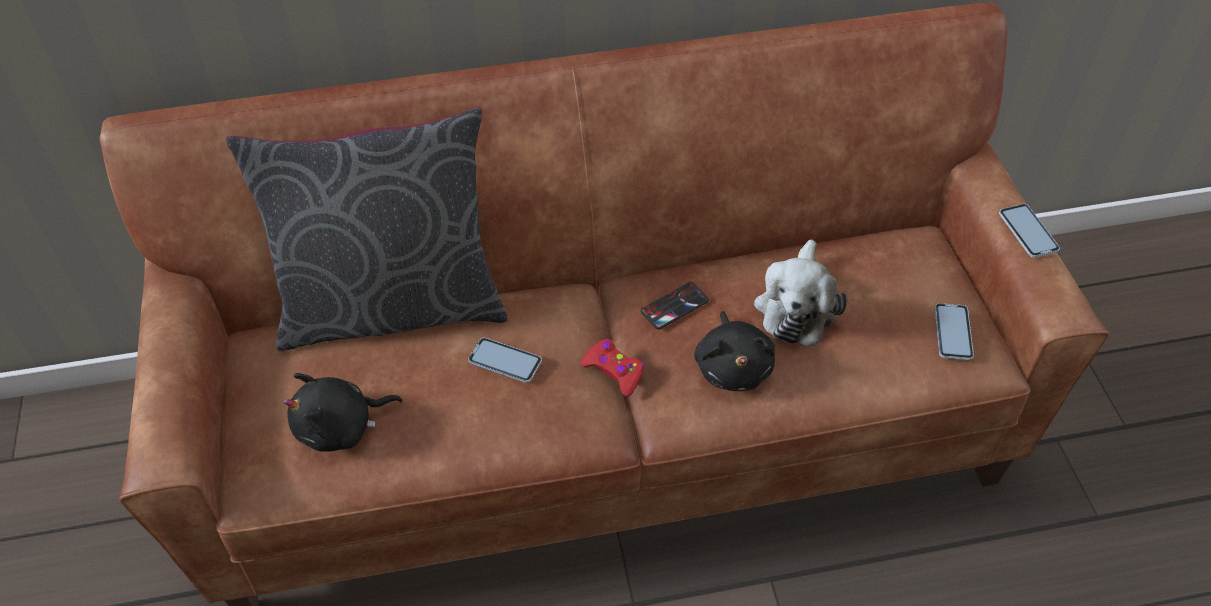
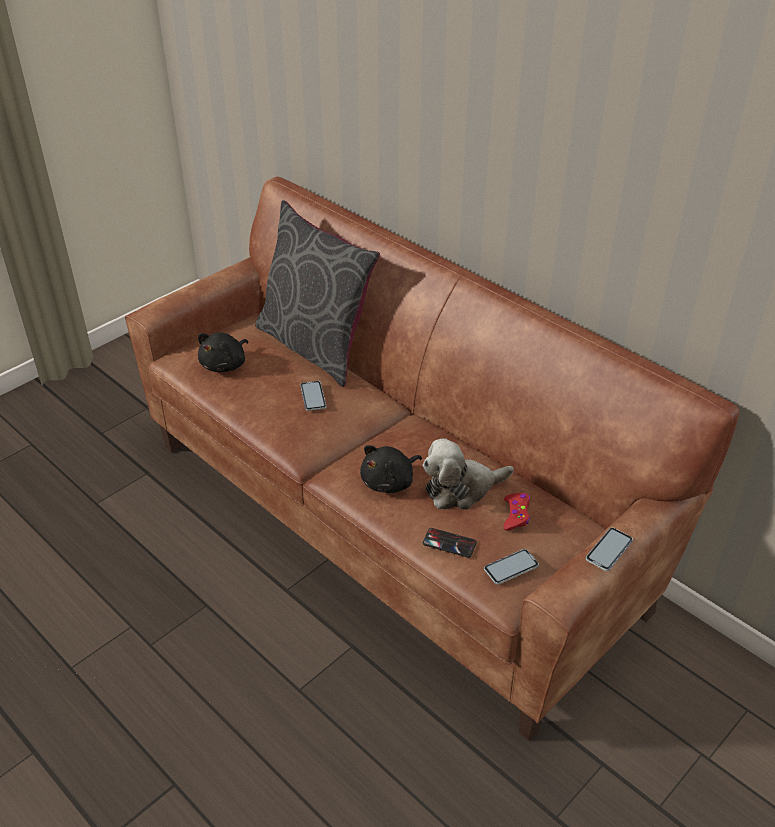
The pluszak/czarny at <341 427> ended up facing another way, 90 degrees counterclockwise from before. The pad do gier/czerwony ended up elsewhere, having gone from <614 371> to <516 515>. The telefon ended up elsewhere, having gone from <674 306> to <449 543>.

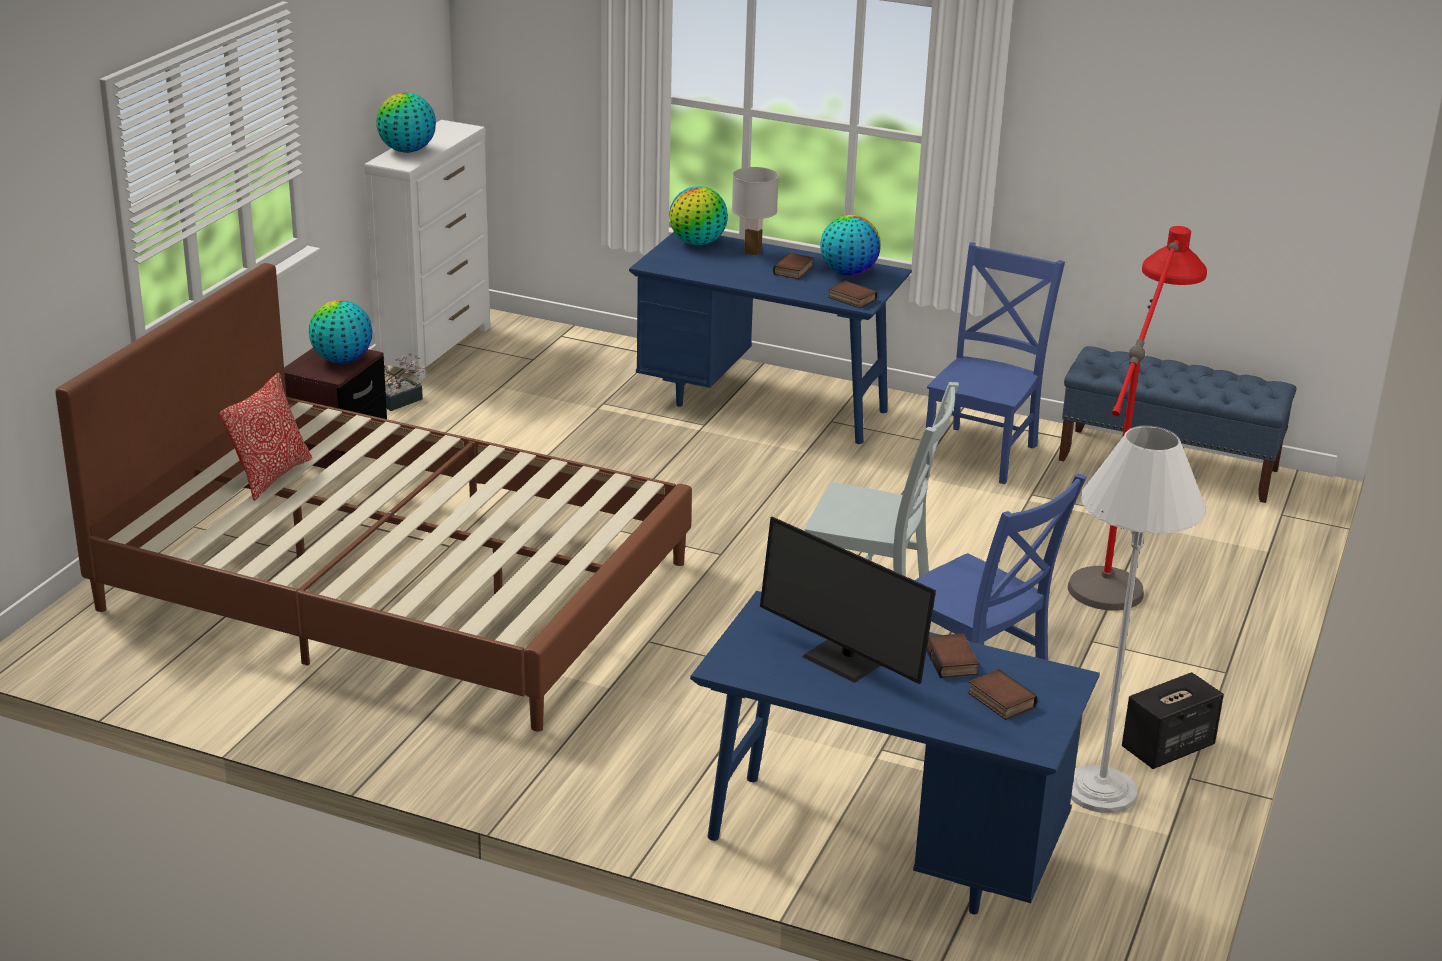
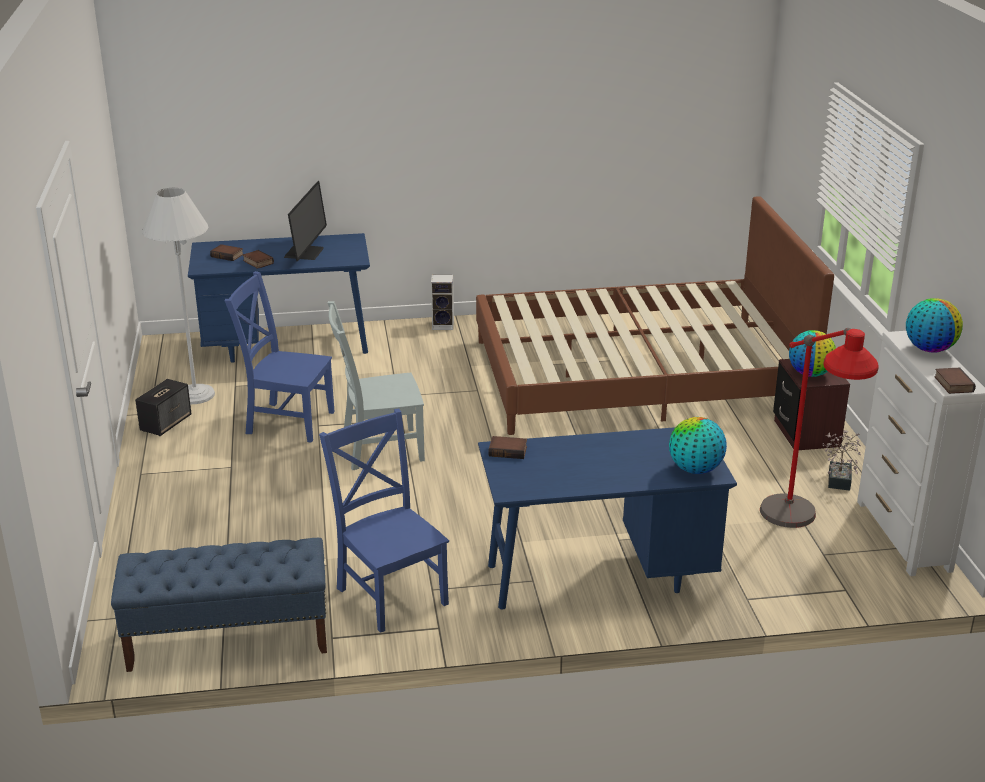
The second view lost the poduszka at <271 476>. The second view lost the lampa stołowa/biały at <752 252>. The monitor at <846 657> ended up facing another way, 90 degrees clockwise from before. The książka ended up elsewhere, having gone from <794 271> to <952 384>. The second view lost the globus at <848 273>. The krzesło/niebieski at <982 452> ended up facing another way, 150 degrees clockwise from before. The lampa stojąca/czerwony ended up elsewhere, having gone from <1118 565> to <800 534>. The second view gained the głośnik at <444 325>.

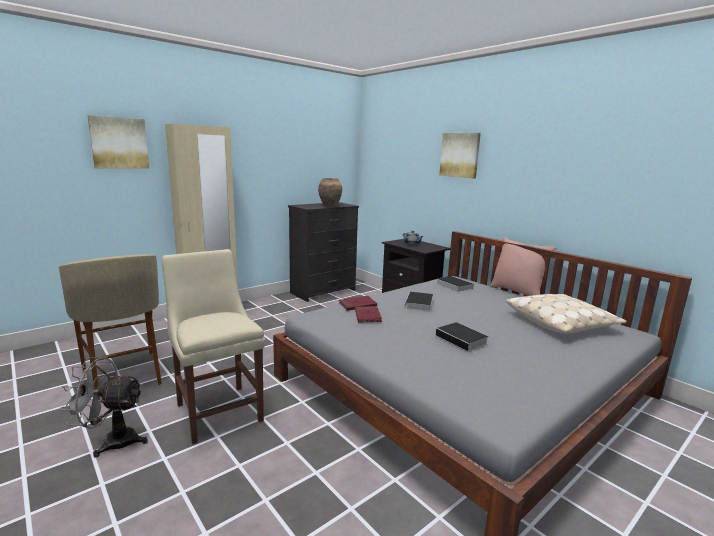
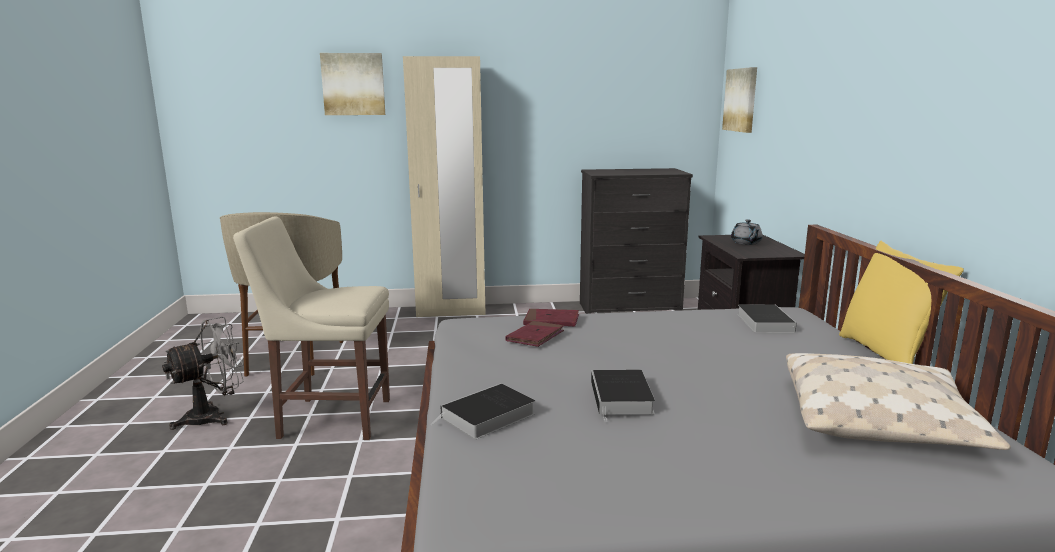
The wentylator/szary at <112 441> ended up facing another way, 105 degrees clockwise from before. The krzesło/beżowy at <218 410> ended up facing another way, 90 degrees counterclockwise from before. The second view lost the wazon/brązowy at <330 206>. The książka ended up elsewhere, having gone from <419 304> to <486 417>. The obraz ended up elsewhere, having gone from <460 155> to <741 100>. What was the poduszka/różowy at <517 292> turned into the poduszka/żółty at <885 354>.

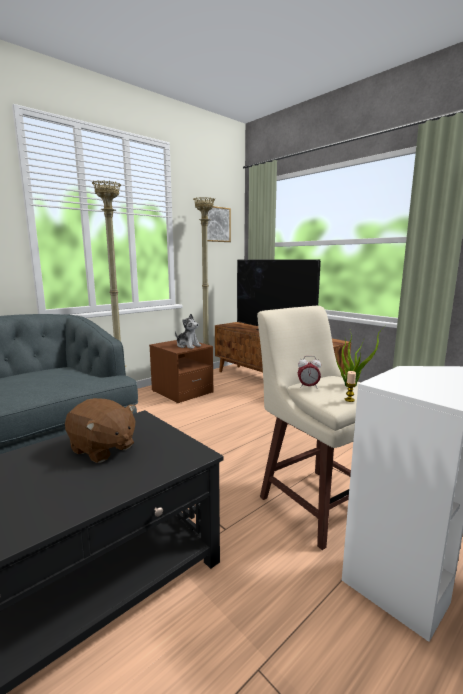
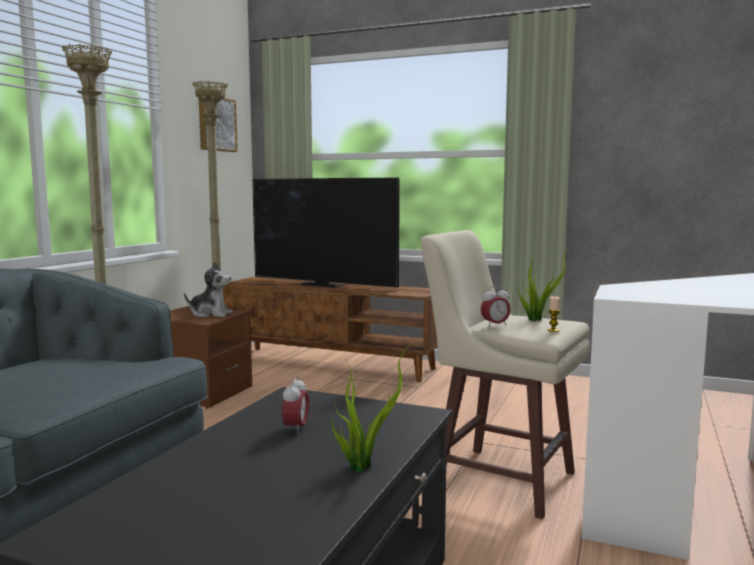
Where the pluszak/brązowy stood at <102 449>, the budzik came to stand at <296 429>. The second view gained the roślina doniczkowa at <362 465>.

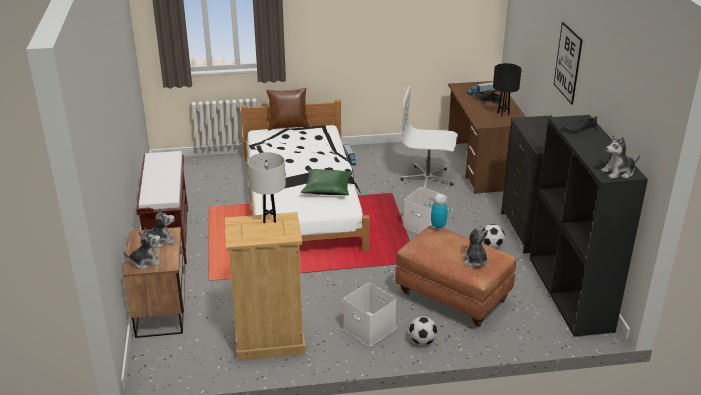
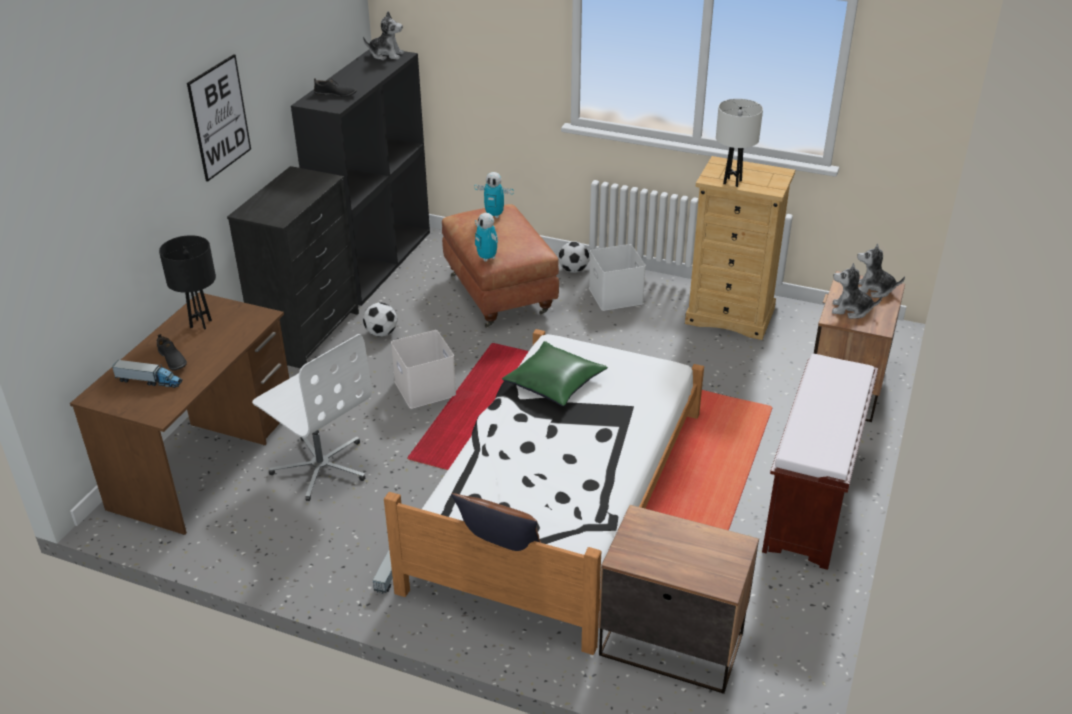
Where the pluszak stood at <475 261>, the robot zabawkowy came to stand at <494 215>. The second view gained the szafka nocna at <670 642>.

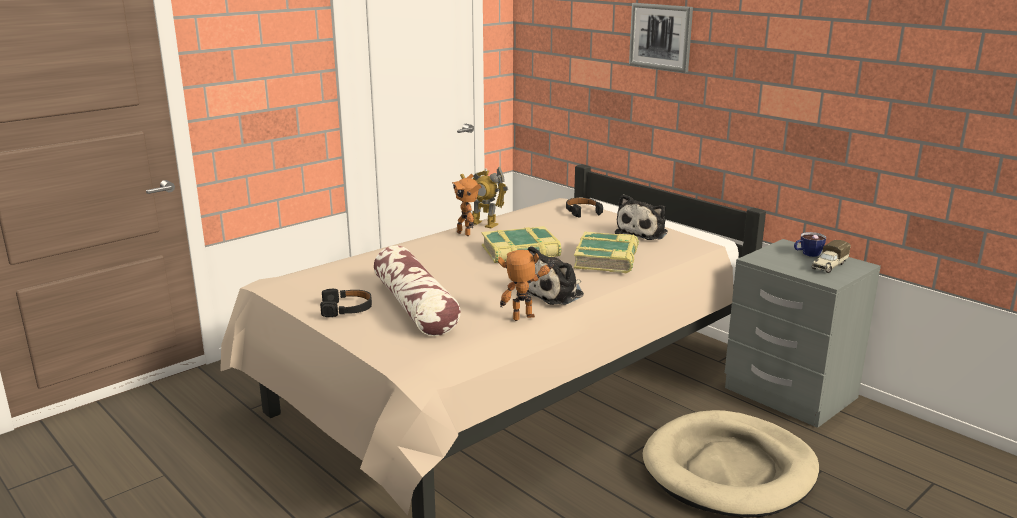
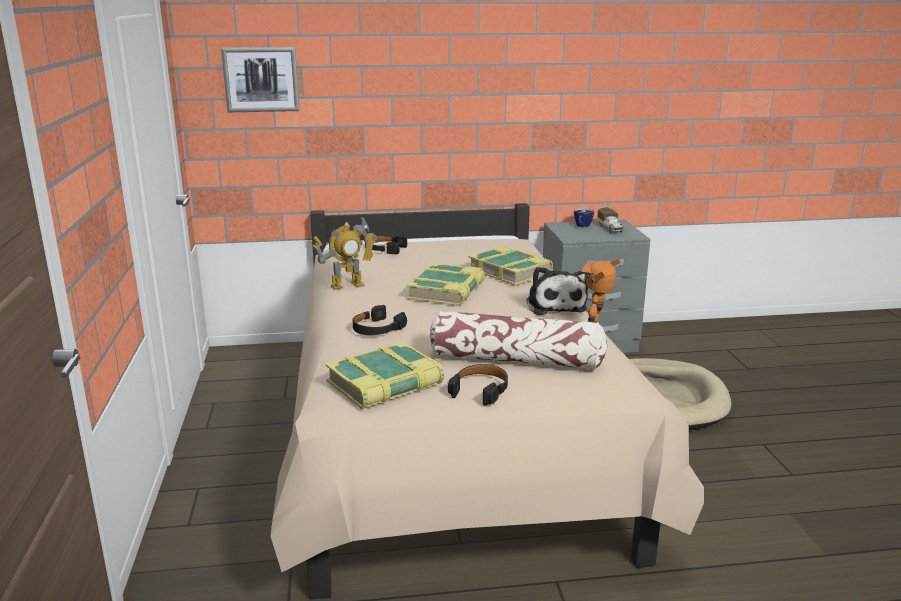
The second view lost the robot zabawkowy at <465 233>. The second view lost the pluszak at <643 232>. The obraz ended up elsewhere, having gone from <661 36> to <261 79>. The second view gained the książka at <385 384>. The second view gained the słuchawki/czarny at <377 329>.

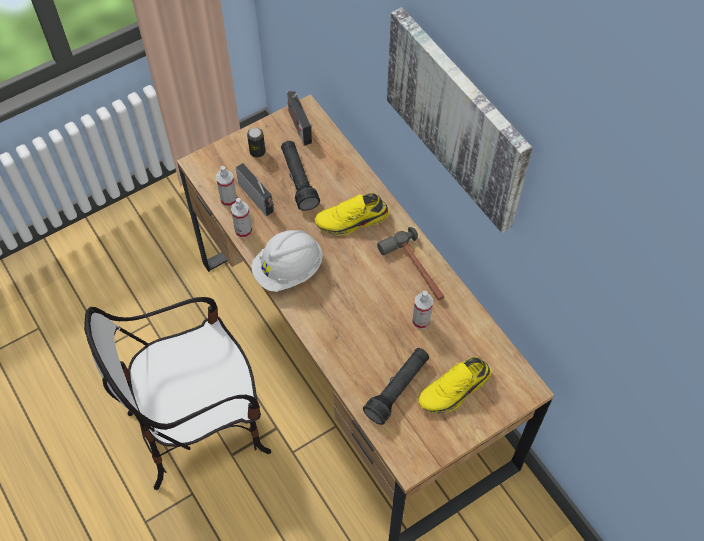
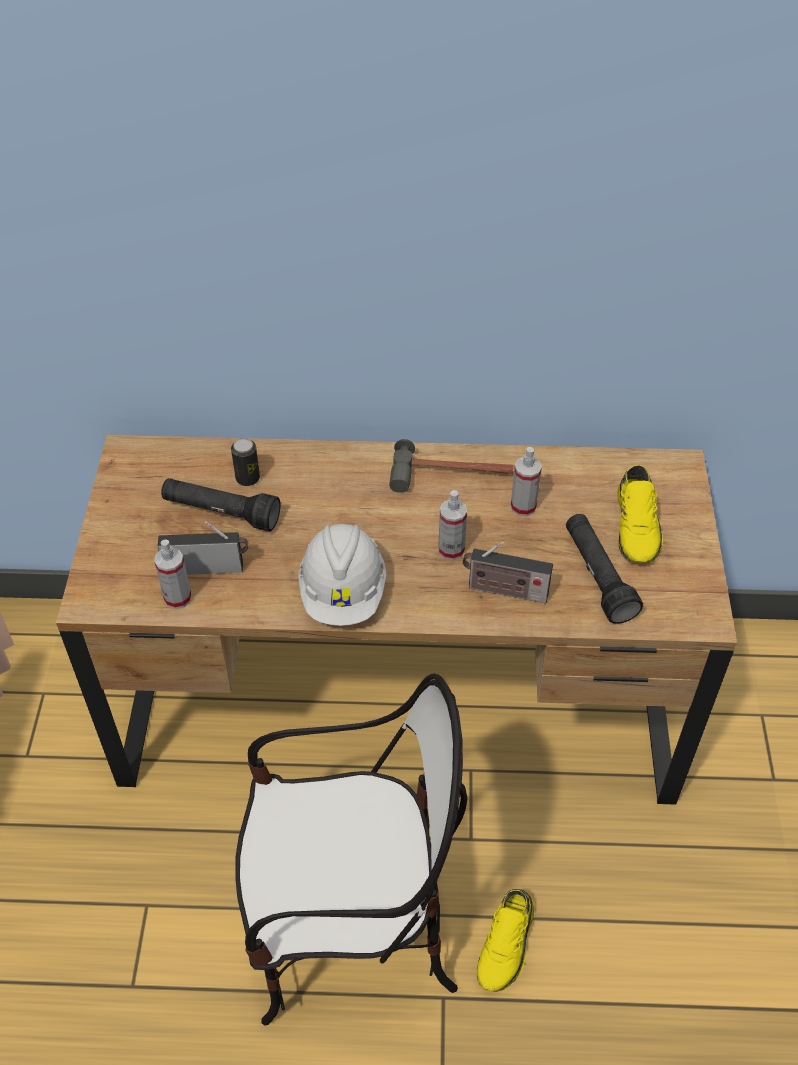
The krzesło at <199 425> ended up facing another way, 105 degrees counterclockwise from before. The spryskiwacz ended up elsewhere, having gone from <243 230> to <451 550>. The puszka ended up elsewhere, having gone from <257 152> to <247 478>. The radio ended up elsewhere, having gone from <298 125> to <504 590>. The but/żółty ended up elsewhere, having gone from <352 221> to <507 945>. The second view lost the obraz at <457 118>.

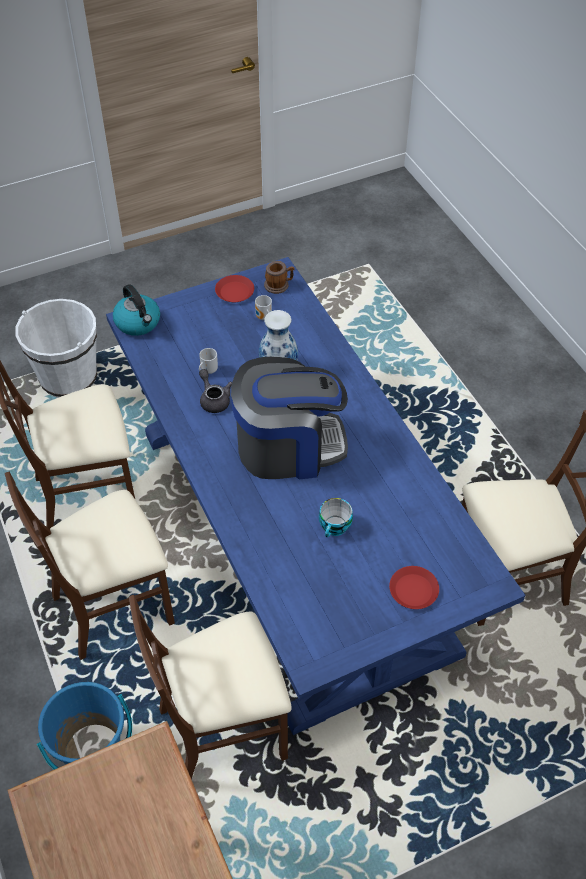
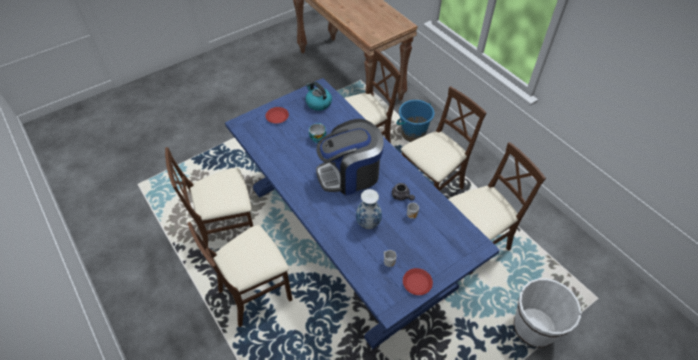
The czajnik ended up elsewhere, having gone from <138 323> to <318 103>. The second view lost the kubek at <279 285>. The second view gained the krzesło/brązowy at <255 293>.

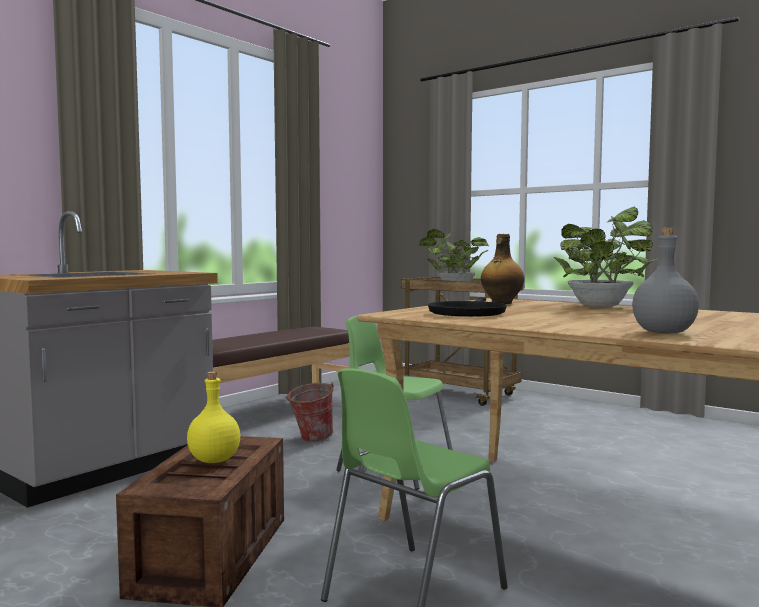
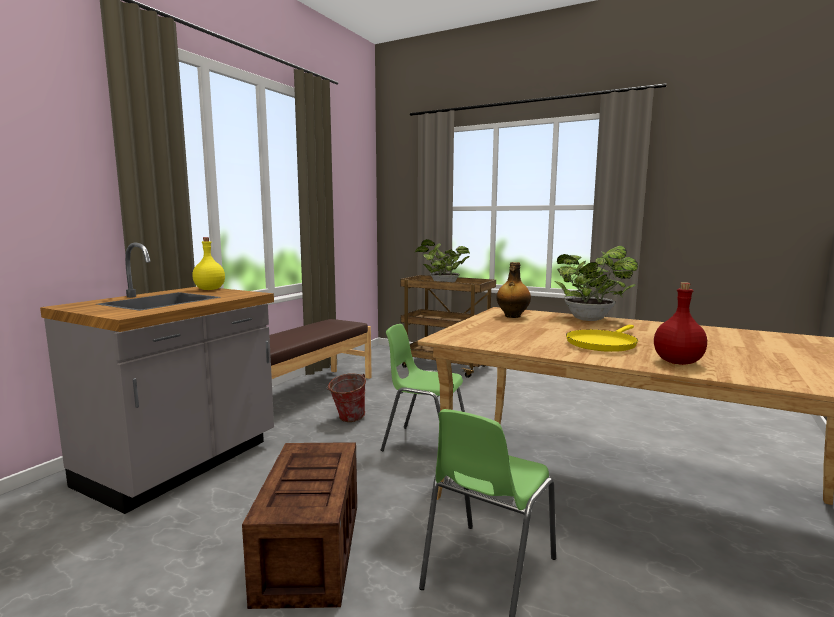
The butelka/żółty ended up elsewhere, having gone from <213 460> to <209 289>. The second view lost the patelnia/czarny at <467 313>. What was the butelka/szary at <662 332> turned into the butelka/czerwony at <676 362>. The second view gained the patelnia/żółty at <602 344>.

